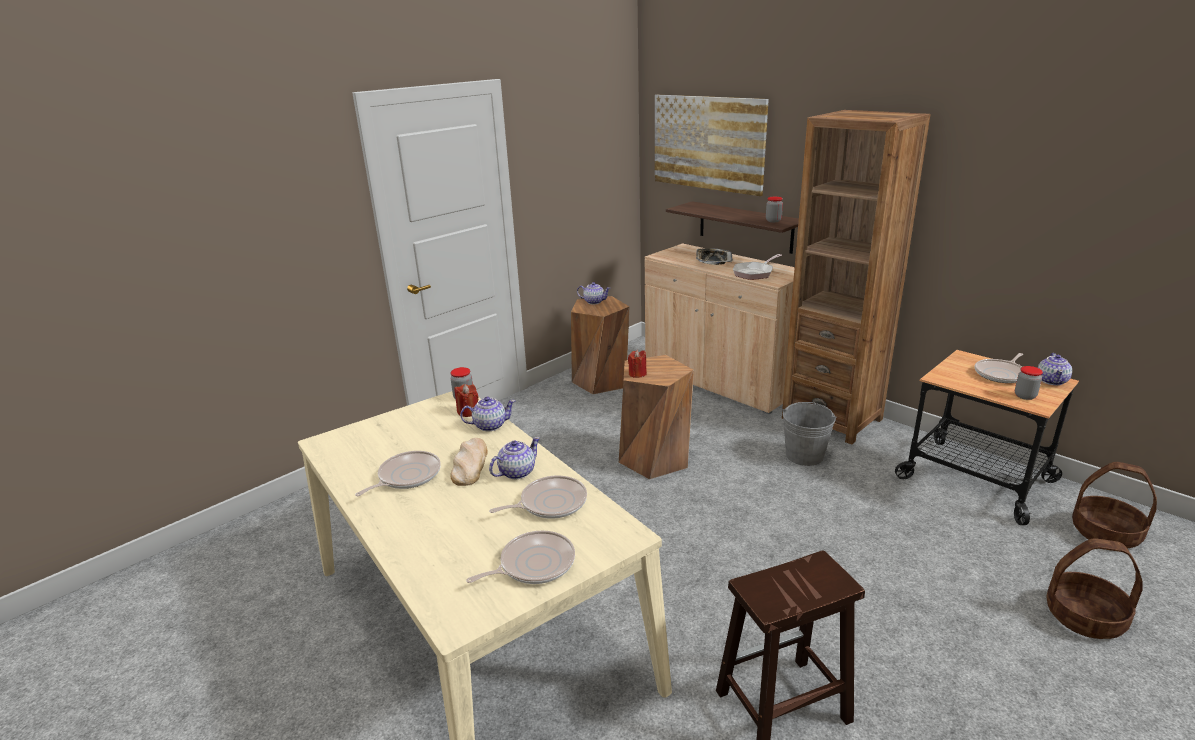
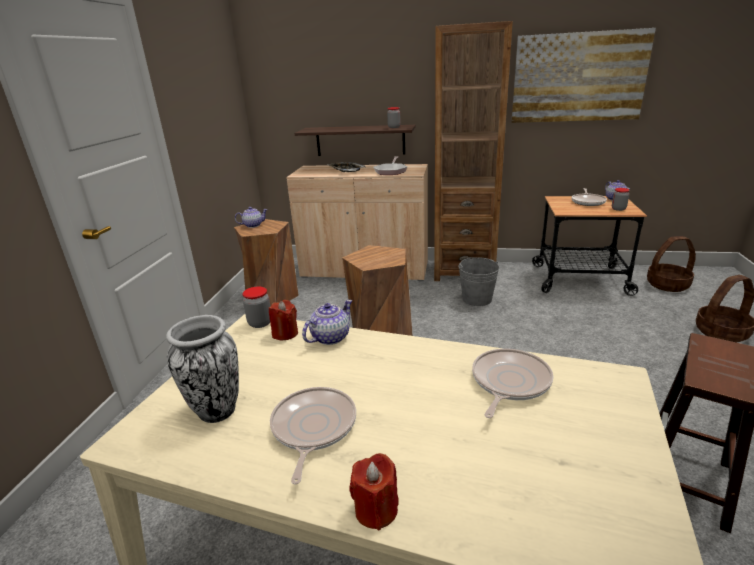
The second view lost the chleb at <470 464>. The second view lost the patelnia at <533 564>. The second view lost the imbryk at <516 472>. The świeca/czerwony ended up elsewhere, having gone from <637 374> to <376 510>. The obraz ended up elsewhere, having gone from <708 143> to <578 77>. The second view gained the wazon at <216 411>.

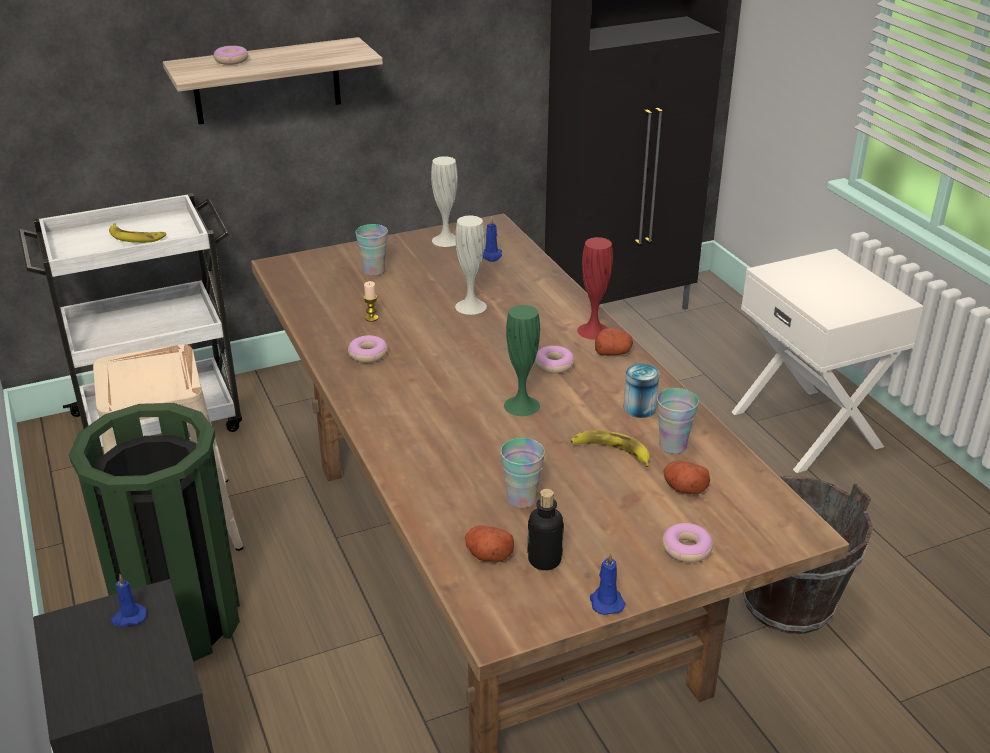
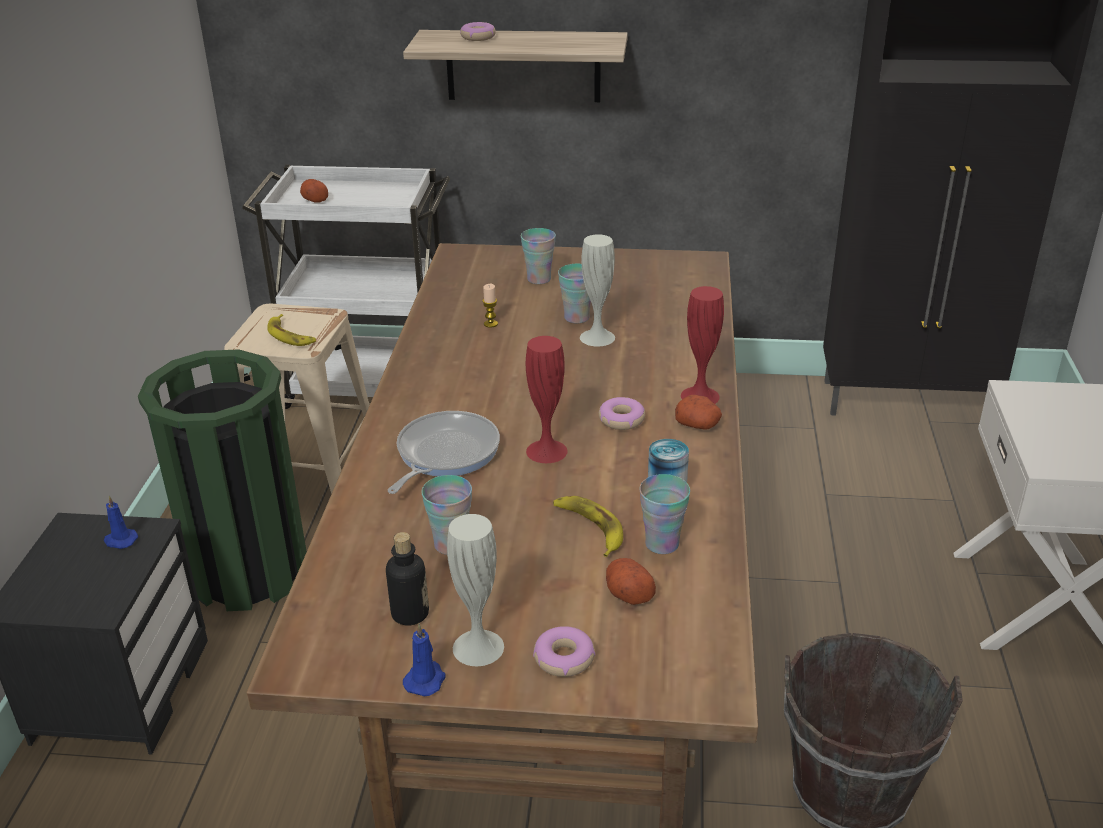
The banan ended up elsewhere, having gone from <136 237> to <291 335>. The second view lost the donut at <368 354>. The wazon/biały ended up elsewhere, having gone from <446 240> to <478 647>. The ziemniak ended up elsewhere, having gone from <488 554> to <314 199>. The second view lost the świeca/niebieski at <491 256>. What was the wazon/zielony at <521 405> turned into the wazon/czerwony at <546 451>. The second view gained the patelnia at <444 454>. The second view gained the filiżanka at <576 317>.

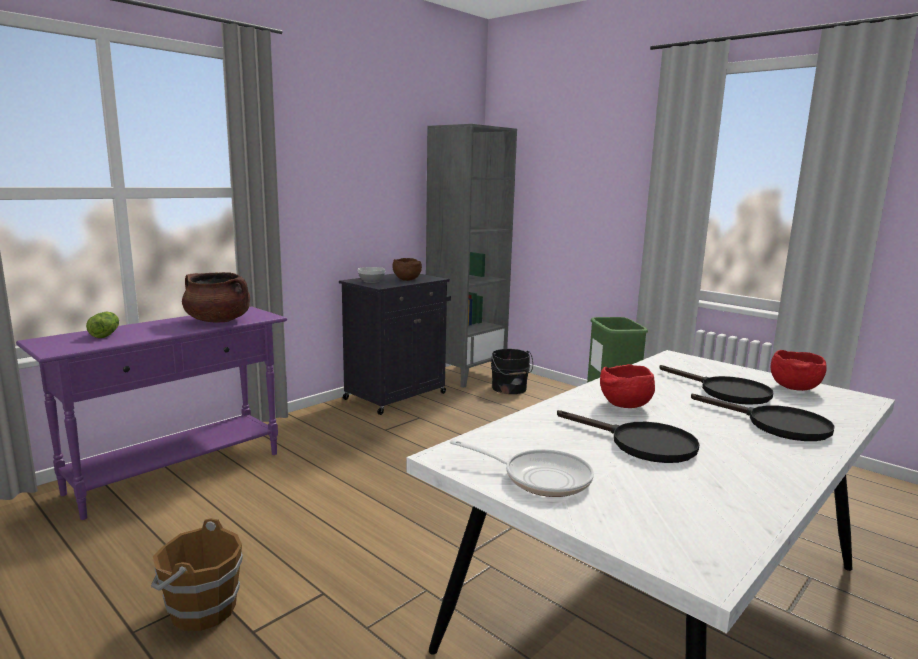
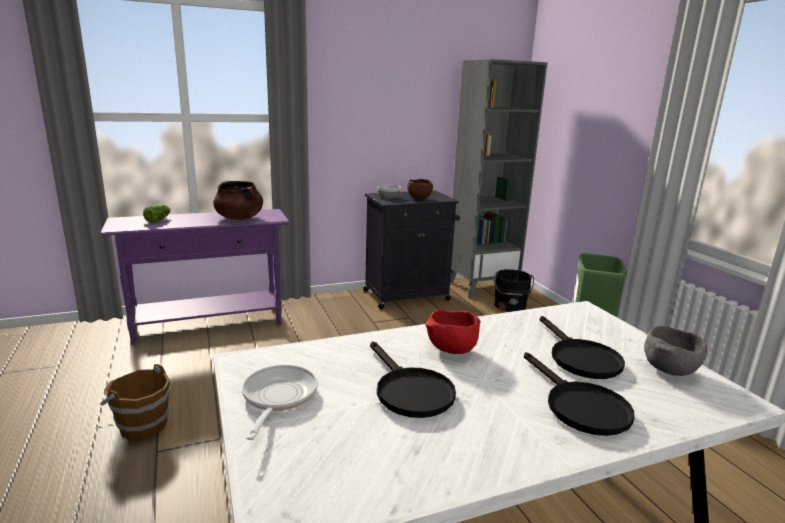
The patelnia at <539 478> ended up facing another way, 135 degrees counterclockwise from before. What was the miska/czerwony at <794 388> turned into the miska/szary at <669 370>.

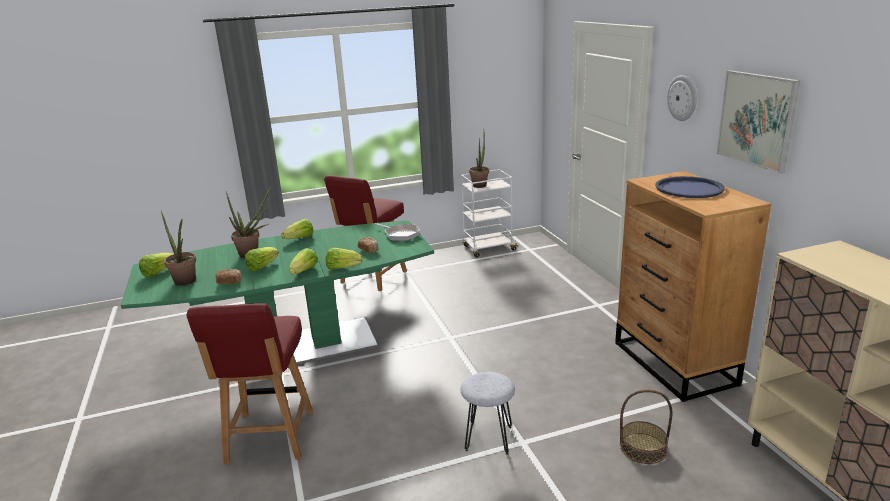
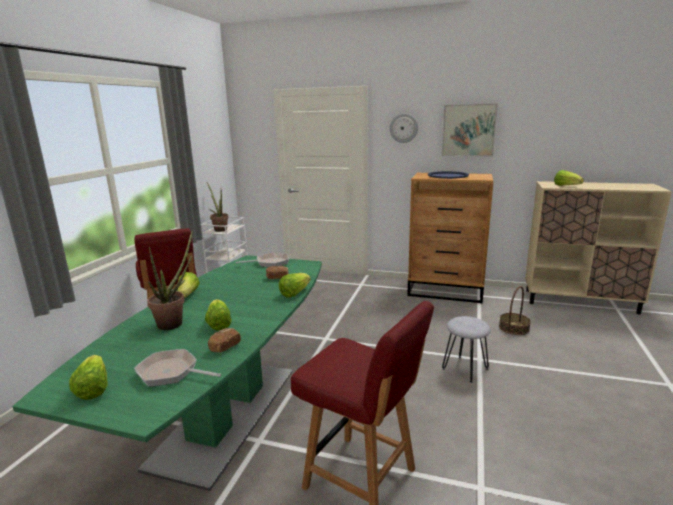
Where the roślina doniczkowa stood at <186 282>, the patelnia came to stand at <171 372>. The sałata ended up elsewhere, having gone from <304 271> to <566 186>.

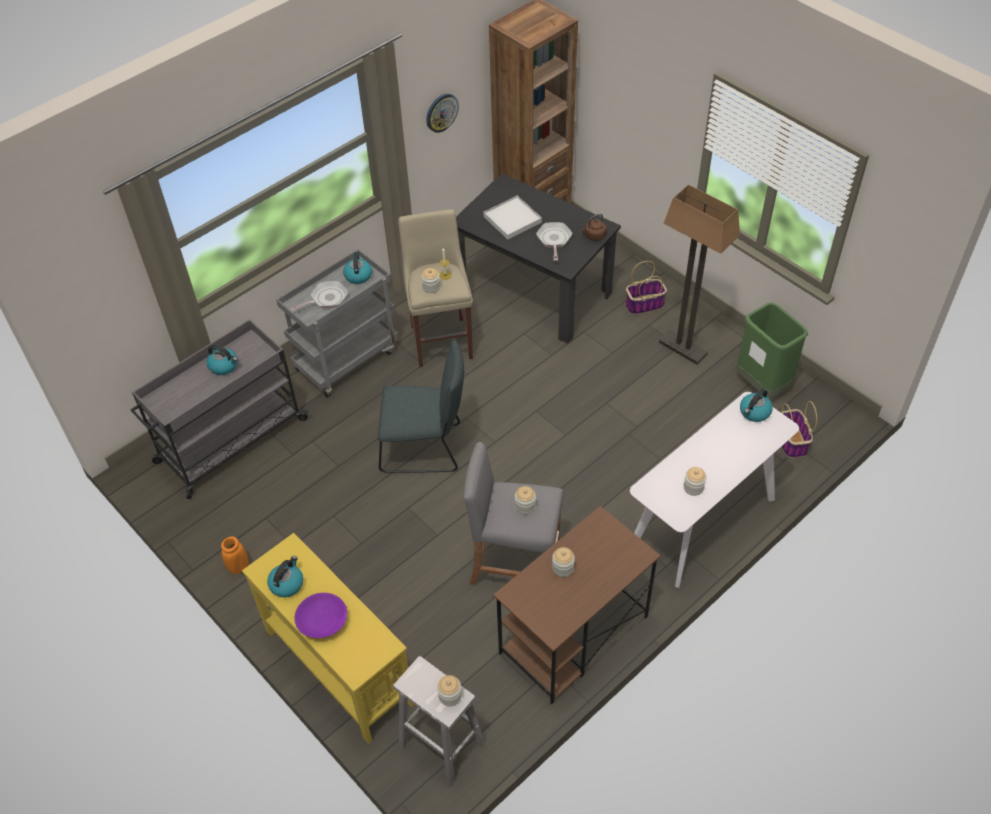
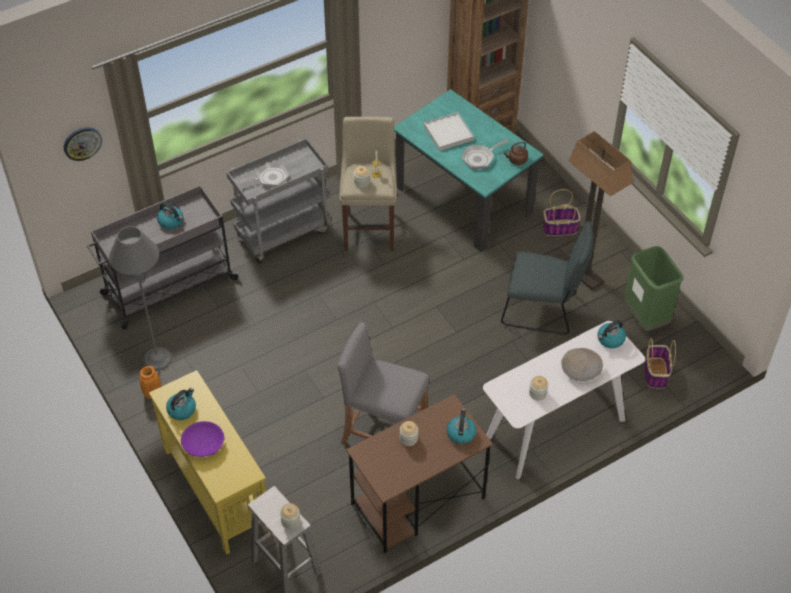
The czajnik ended up elsewhere, having gone from <358 275> to <461 433>. The krzesło/szary ended up elsewhere, having gone from <425 448> to <542 310>. The zegar ścienny ended up elsewhere, having gone from <441 112> to <82 143>. What was the stół jadalny/czarny at <534 292> turned into the stół jadalny/turkusowy at <463 200>. The second view lost the słoik at <525 506>. The patelnia at <554 240> ended up facing another way, 135 degrees counterclockwise from before. The second view gained the lampa stojąca/szary at <157 359>. The second view gained the miska/beżowy at <581 370>.

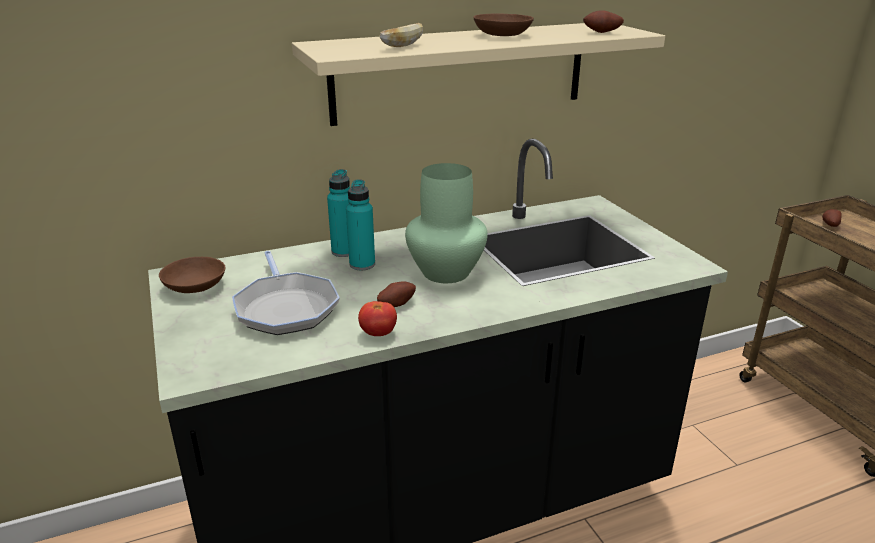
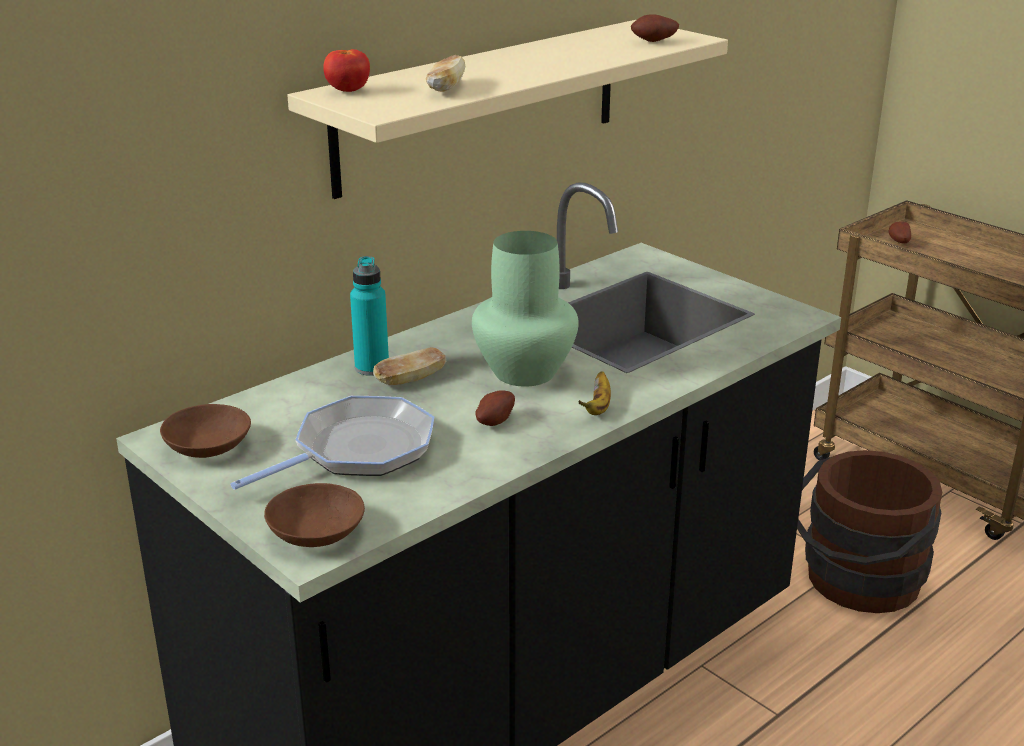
The patelnia at <286 307> ended up facing another way, 90 degrees counterclockwise from before. Where the butelka/turkusowy stood at <362 264>, the chleb came to stand at <411 380>. The pomidor ended up elsewhere, having gone from <378 333> to <348 91>. The miska/brązowy ended up elsewhere, having gone from <503 35> to <318 533>. The second view gained the banan at <598 407>. The second view gained the wiadro/brązowy at <855 583>.

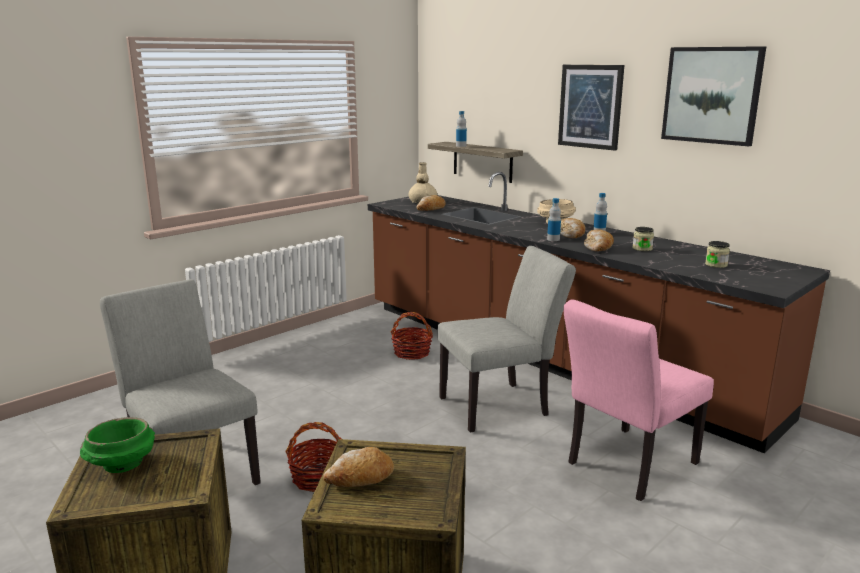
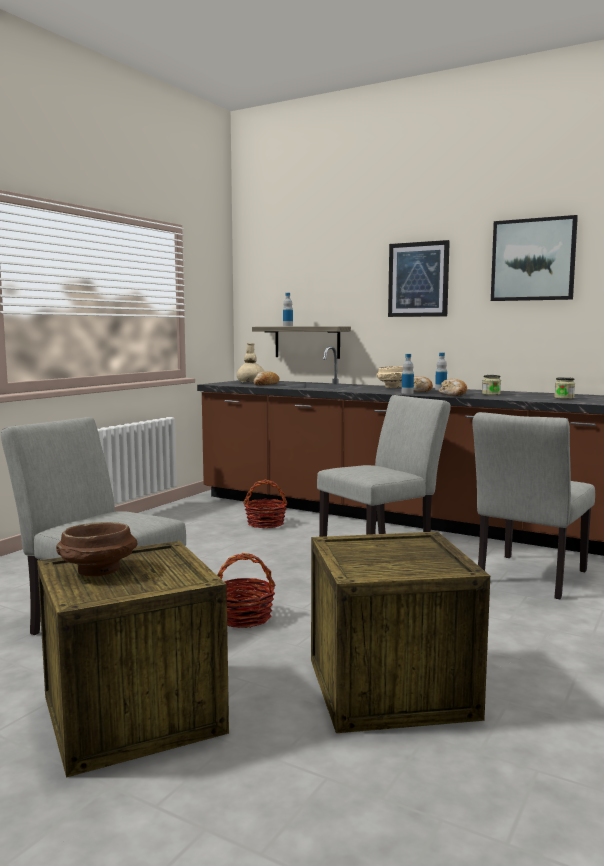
What was the miska/zielony at <122 465> turned into the miska/brązowy at <97 571>. The second view lost the chleb at <360 478>. What was the krzesło/różowy at <626 466> turned into the krzesło/szary at <528 579>.

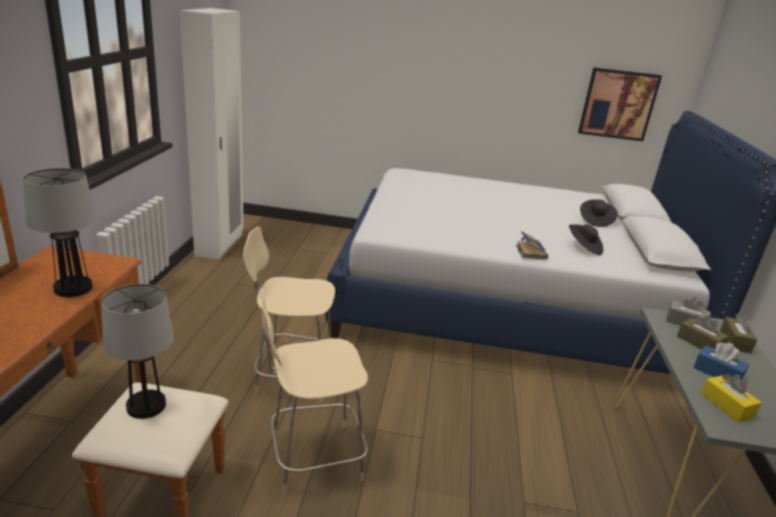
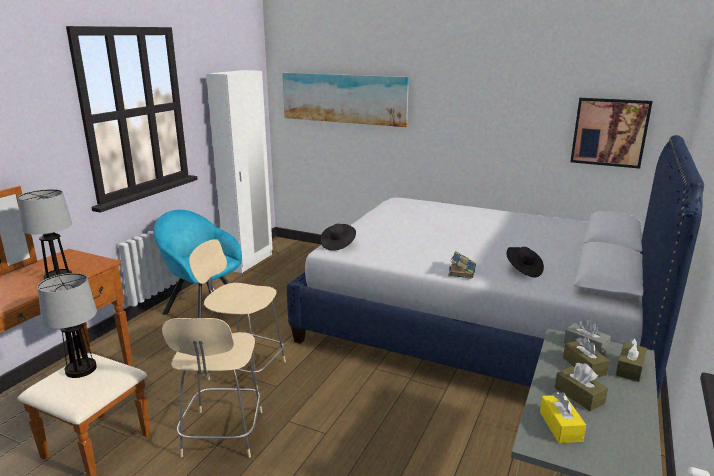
The krzesło/beżowy at <312 457> ended up facing another way, 90 degrees counterclockwise from before. The kapelusz/czarny ended up elsewhere, having gone from <595 221> to <338 245>. What was the pudełko chusteczek/niebieski at <717 373> turned into the pudełko chusteczek/brązowy at <579 395>. The second view gained the fotel/turkusowy at <203 310>. The second view gained the obraz at <343 98>.

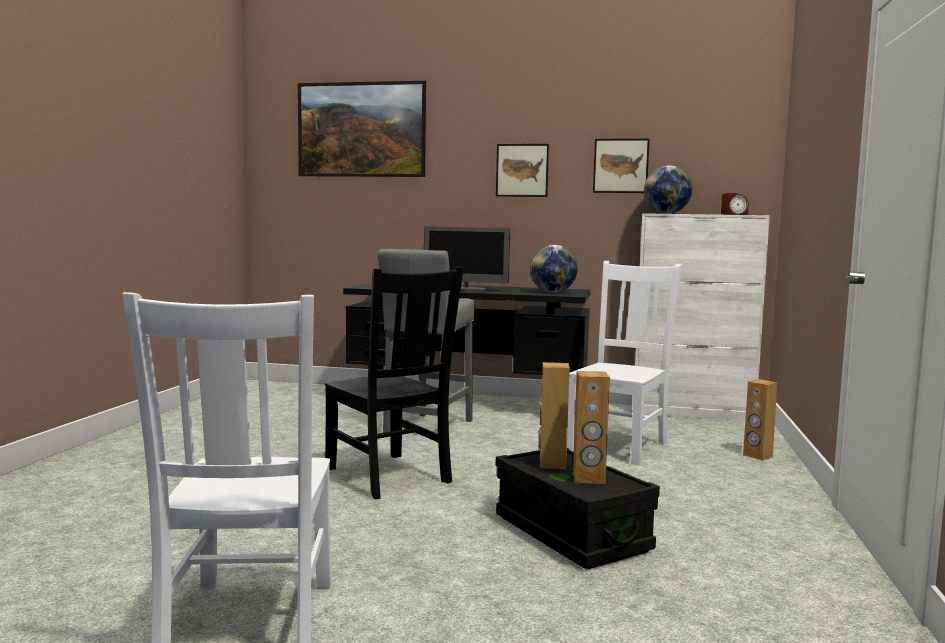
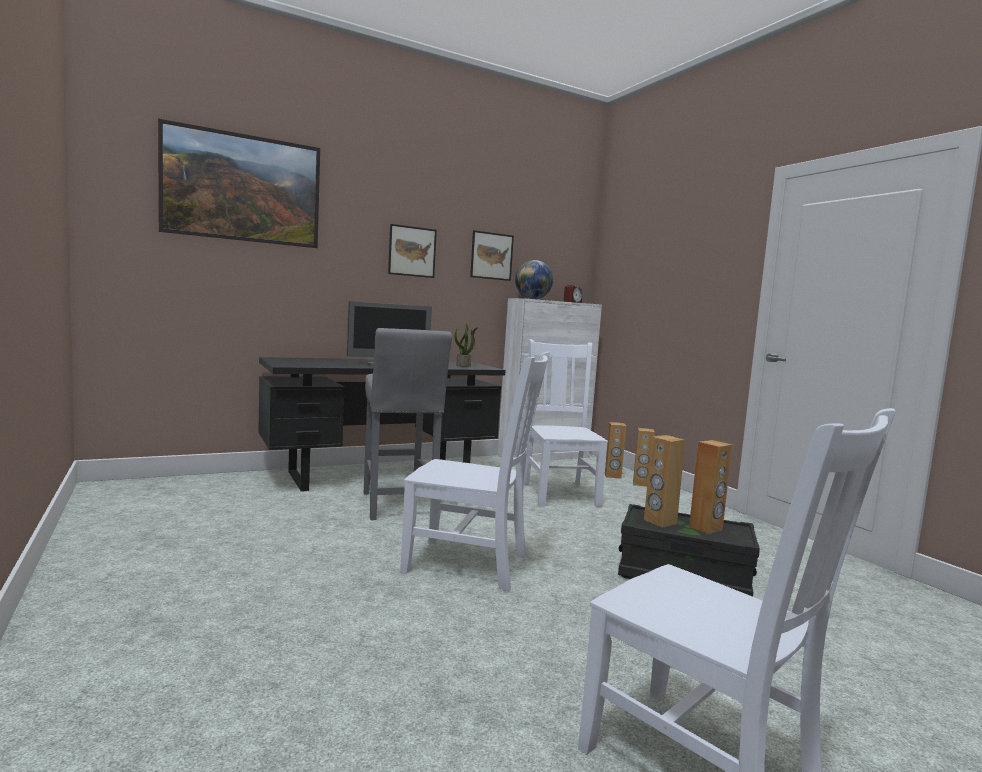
What was the krzesło/czarny at <389 477> turned into the krzesło/biały at <471 564>. Where the globus stood at <552 292>, the roślina doniczkowa came to stand at <463 365>. The second view gained the głośnik/brązowy at <613 476>.

